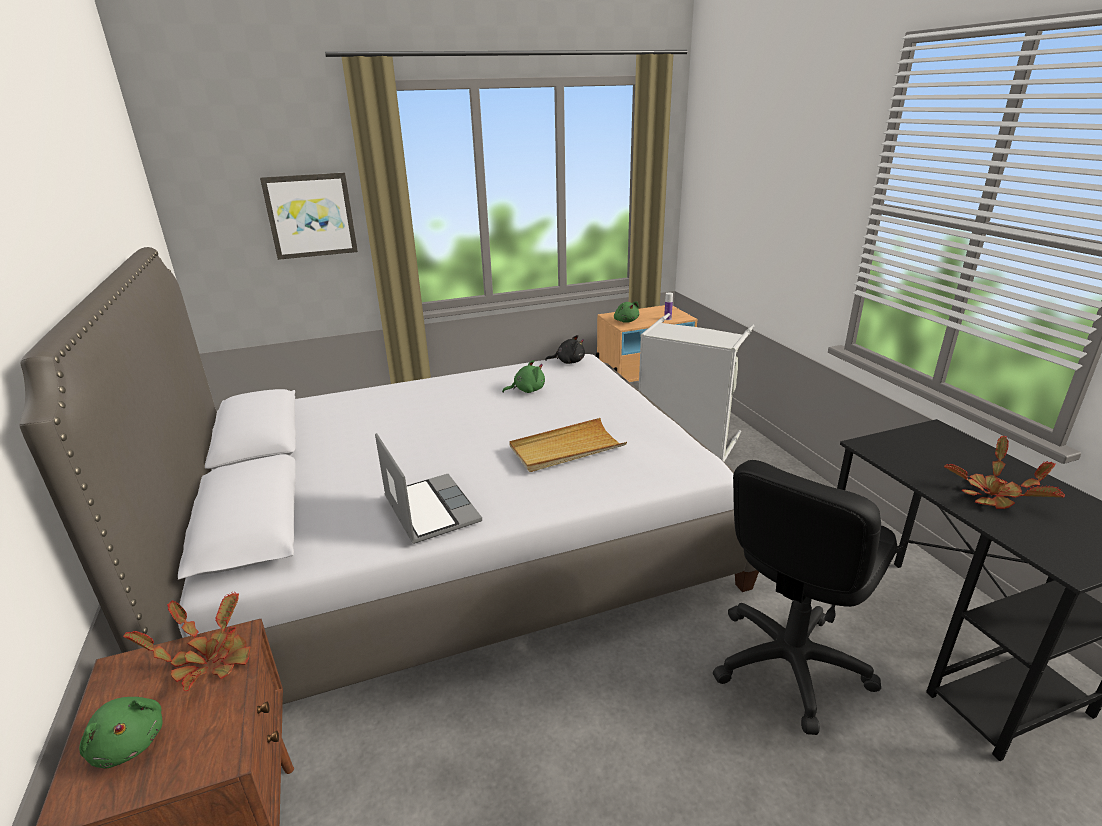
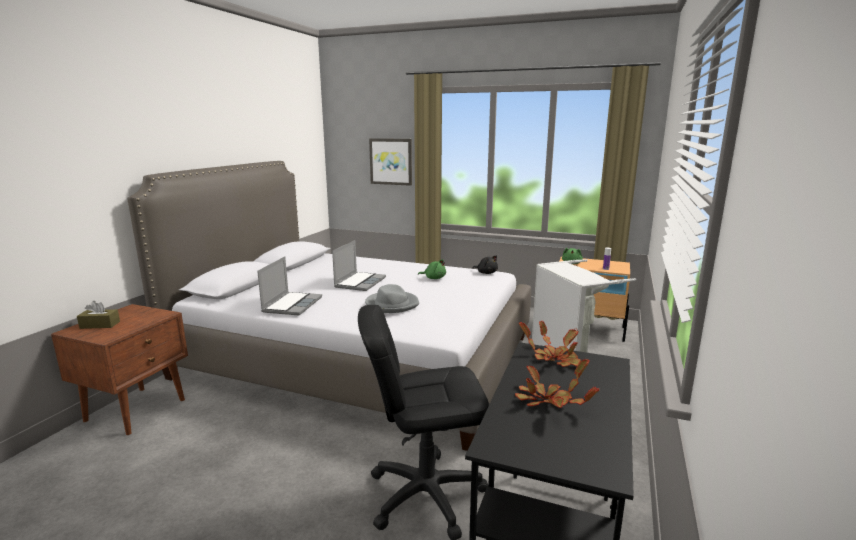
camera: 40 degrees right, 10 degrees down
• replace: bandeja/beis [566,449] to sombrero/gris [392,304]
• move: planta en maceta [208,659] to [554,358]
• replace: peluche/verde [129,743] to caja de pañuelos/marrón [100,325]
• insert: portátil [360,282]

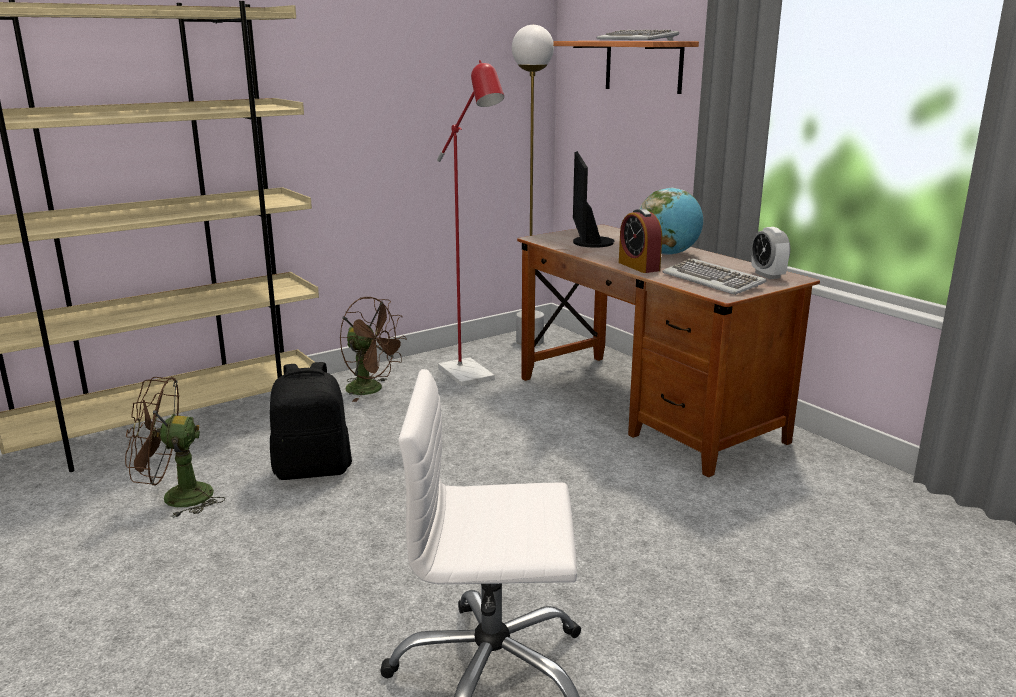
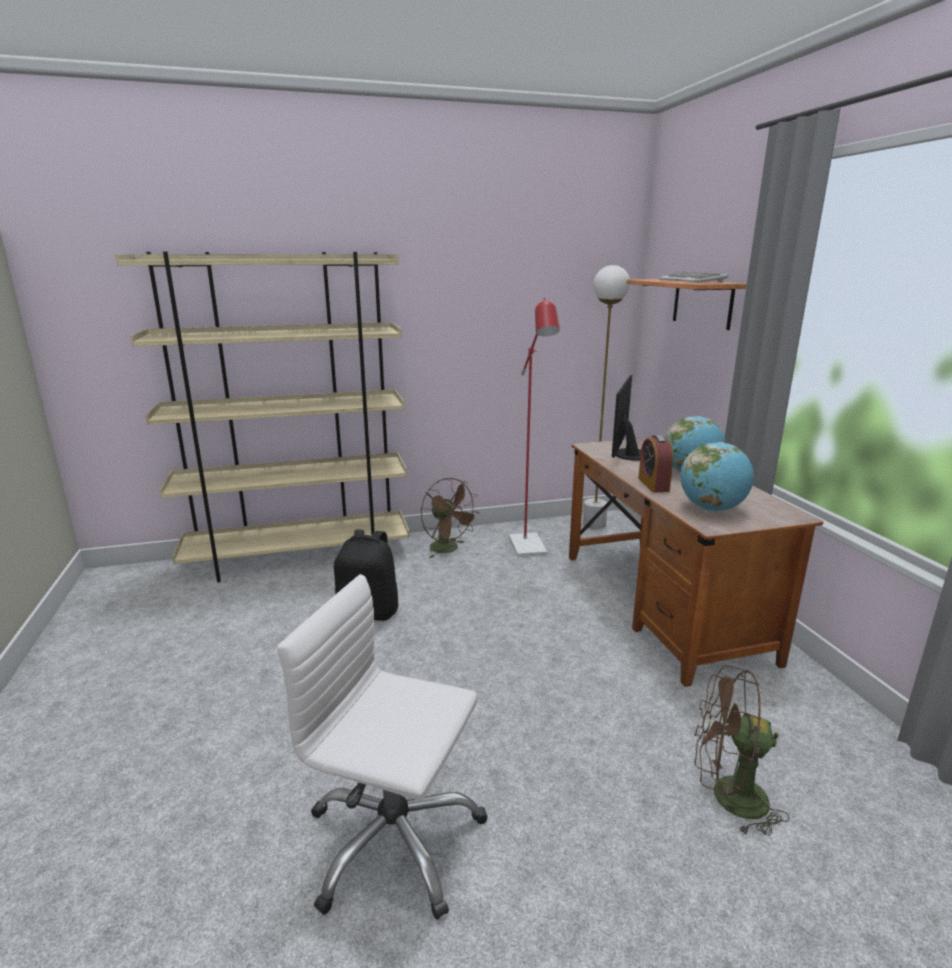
camera: 20 degrees right, 0 degrees up
• delete: despertador [767,275]
• replace: teclado [713,281] to globo terráqueo [712,509]
• move: ventilador/marrón [176,498] to [727,797]

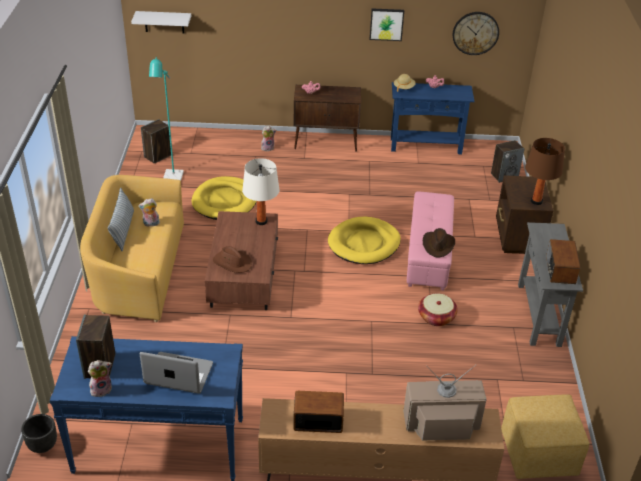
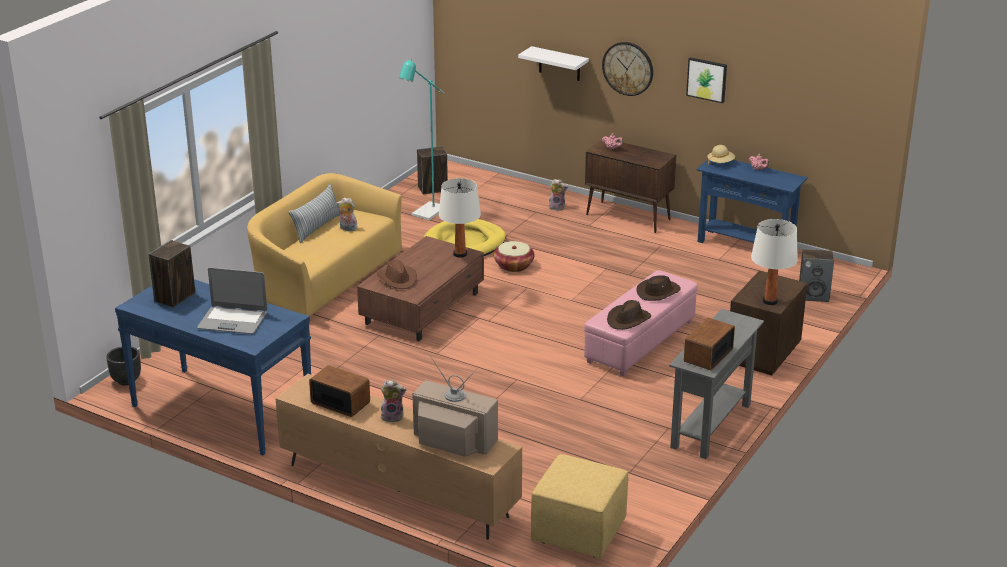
camera: 30 degrees right, 10 degrees down
• move: estante/blanco [164,22] to [559,64]
• move: reloj de pared [475,33] to [628,68]
• recolor: lámpara de mesa/marrón [536,201] to lámpara de mesa/blanco [770,301]
• delete: cama para perro/amarillo [364,243]
• move: cesta [436,317] to [513,266]
• rotate: portátil [178,375] = [233,321] 150 degrees clockwise
• move: peluche [101,389] to [393,416]
• insert: sombrero/marrón [658,292]

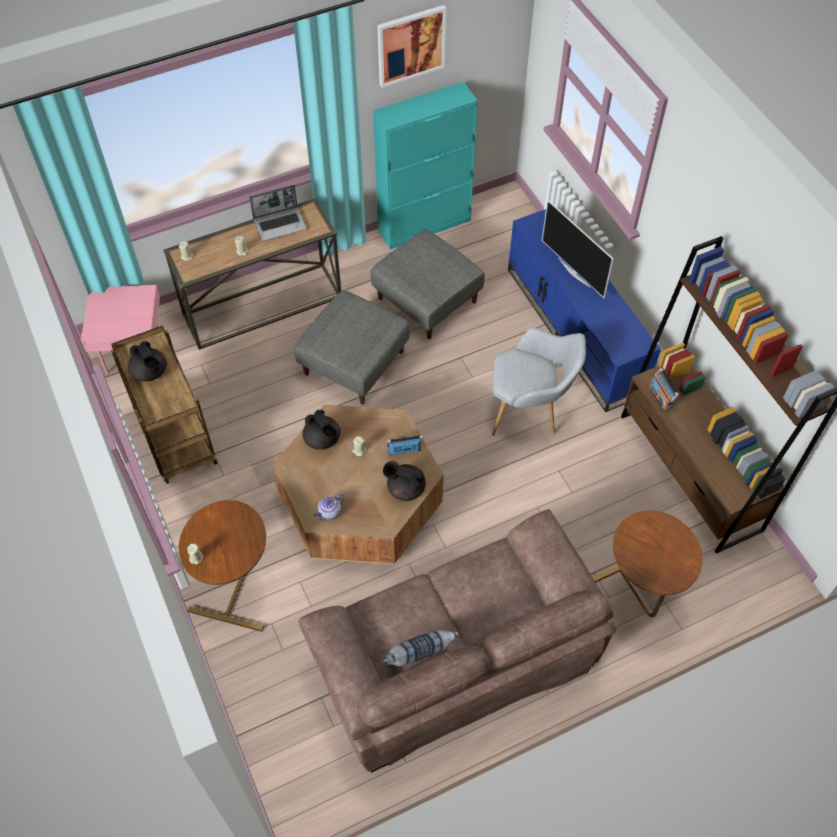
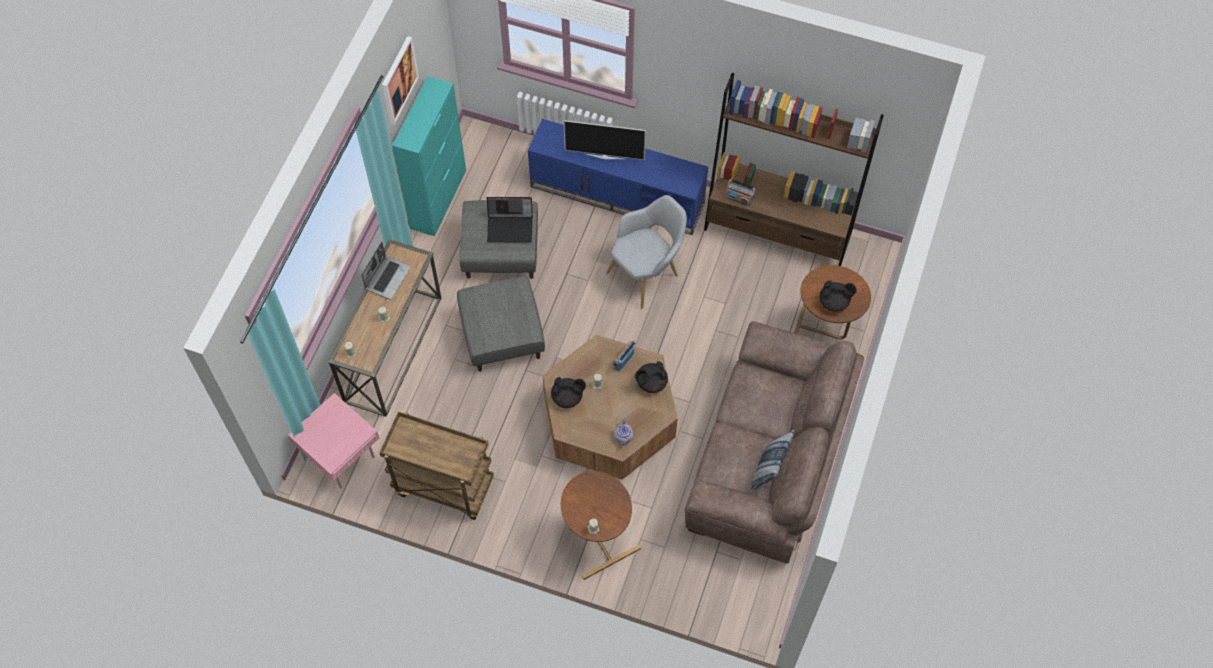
camera: 45 degrees left, 5 degrees up
• move: tetera/negro [150,372] to [834,302]
• insert: portátil [511,227]

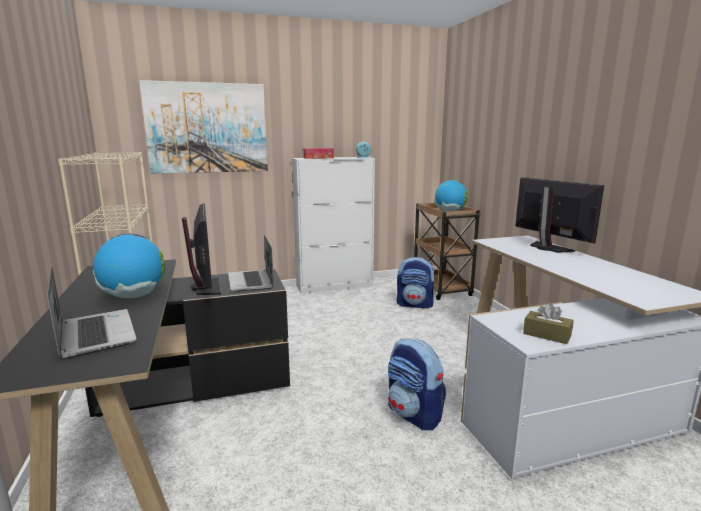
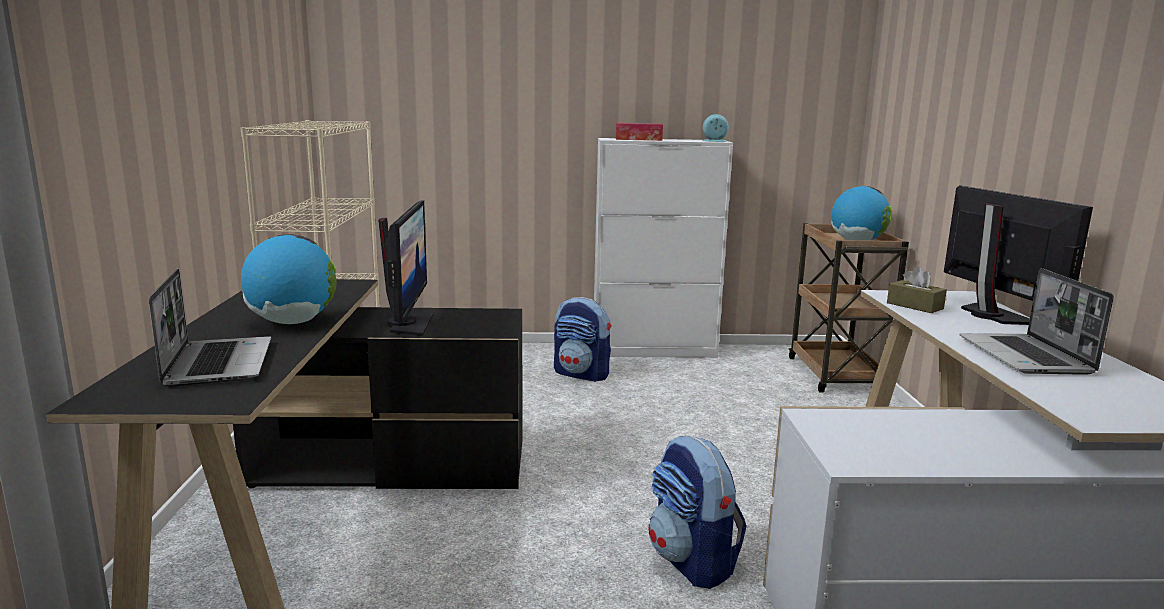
camera: 15 degrees right, 0 degrees up
• delete: cuadro [207,128]
• move: portátil [251,282] to [1026,356]
• move: mochila [415,304] to [582,374]
• move: caja de pañuelos/marrón [547,335] to [914,306]

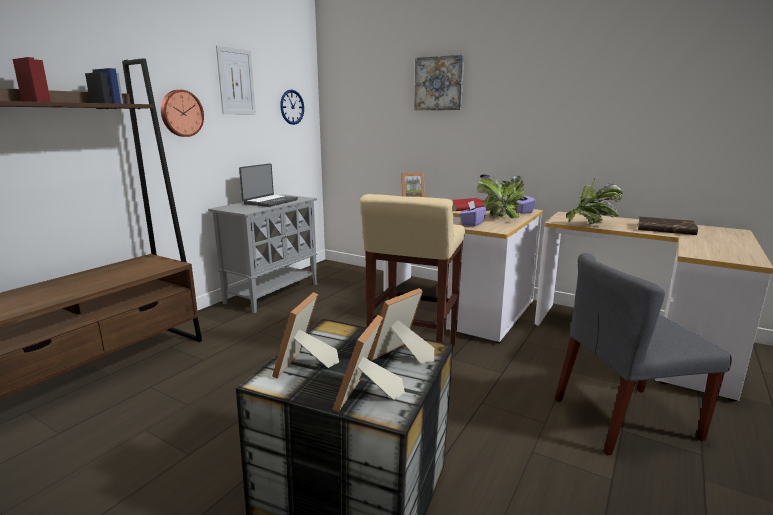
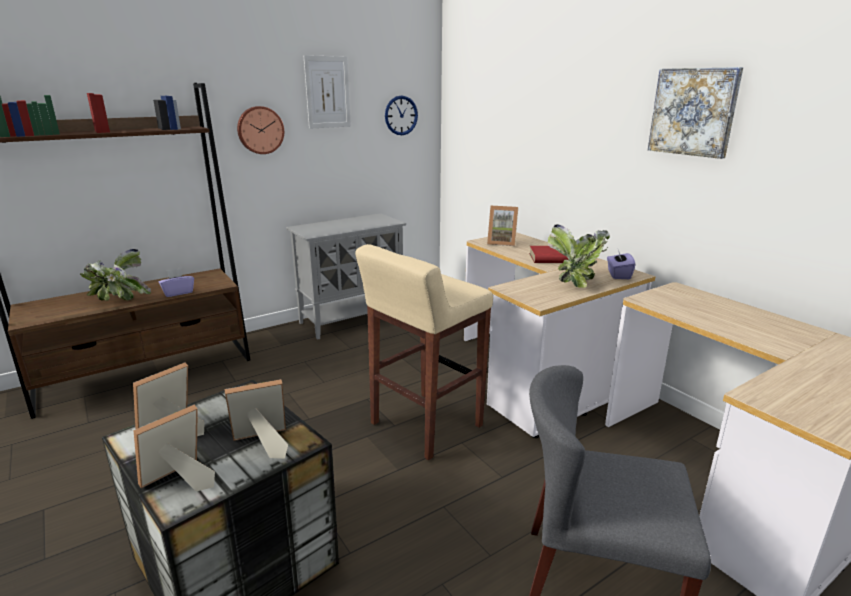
camera: 25 degrees right, 5 degrees up
• move: cuadro [439,83] to [693,112]
• delete: portátil [270,202]
• move: planta en maceta [592,225] to [119,302]
• move: caja de pañuelos/morado [472,223] to [178,292]
• delete: libro/marrón [664,229]

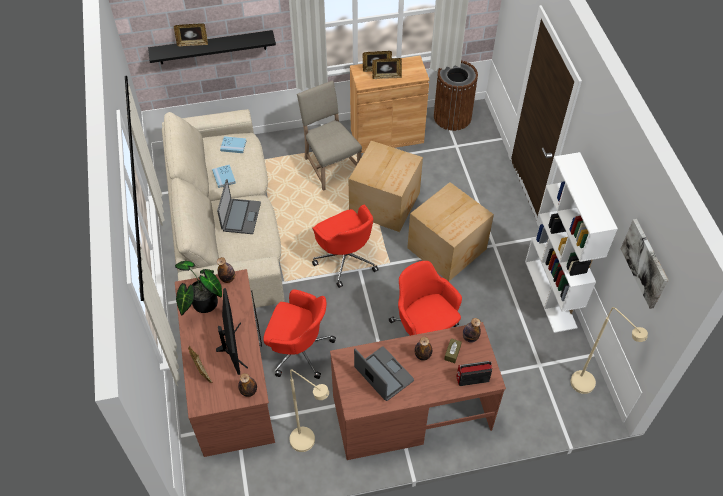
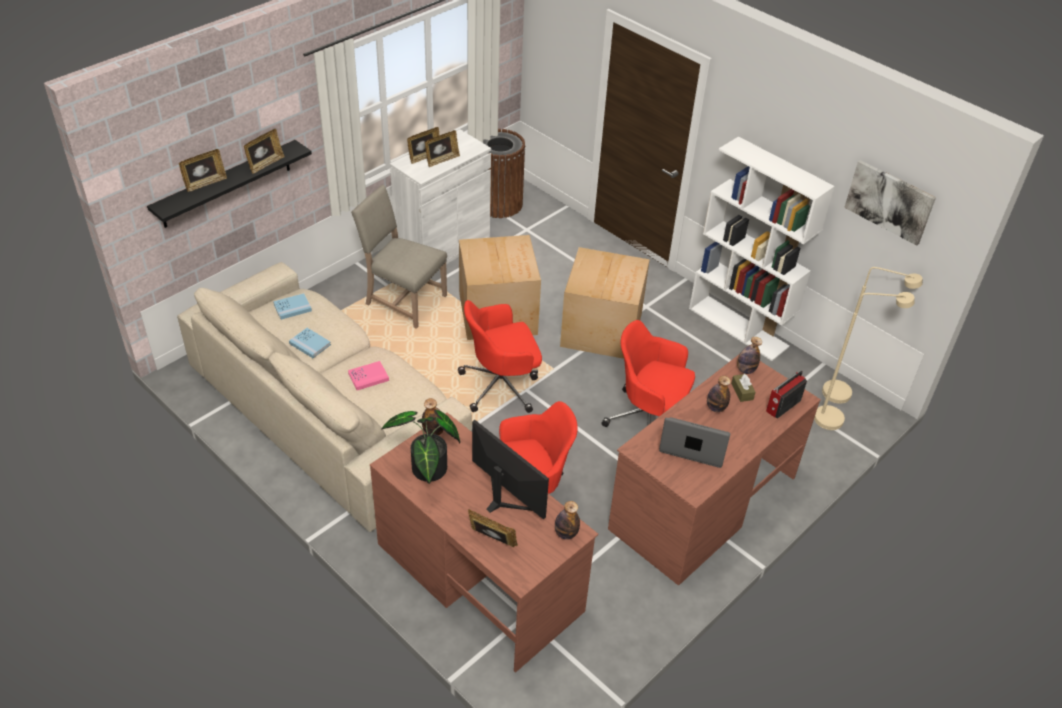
camera: 35 degrees left, 10 degrees down
• recolor: armario/marrón [387,136] to armario/blanco [443,247]
• replace: portátil [241,217] to libro/rosa [368,377]
• rotate: silla de oficina/rojo [345,258] = [501,385] 135 degrees clockwise
• move: lámpara de pie/beis [308,443] to [837,419]
• insert: portarretratos [265,164]

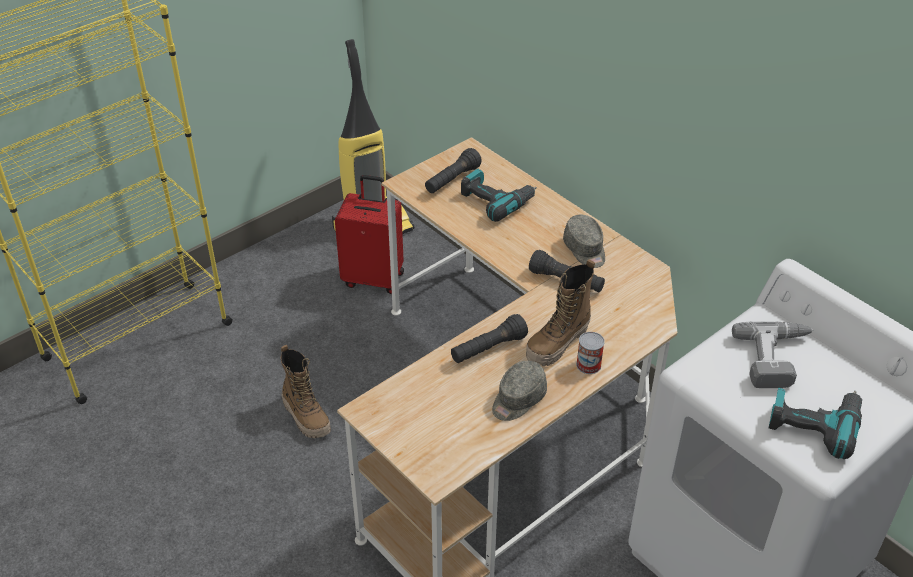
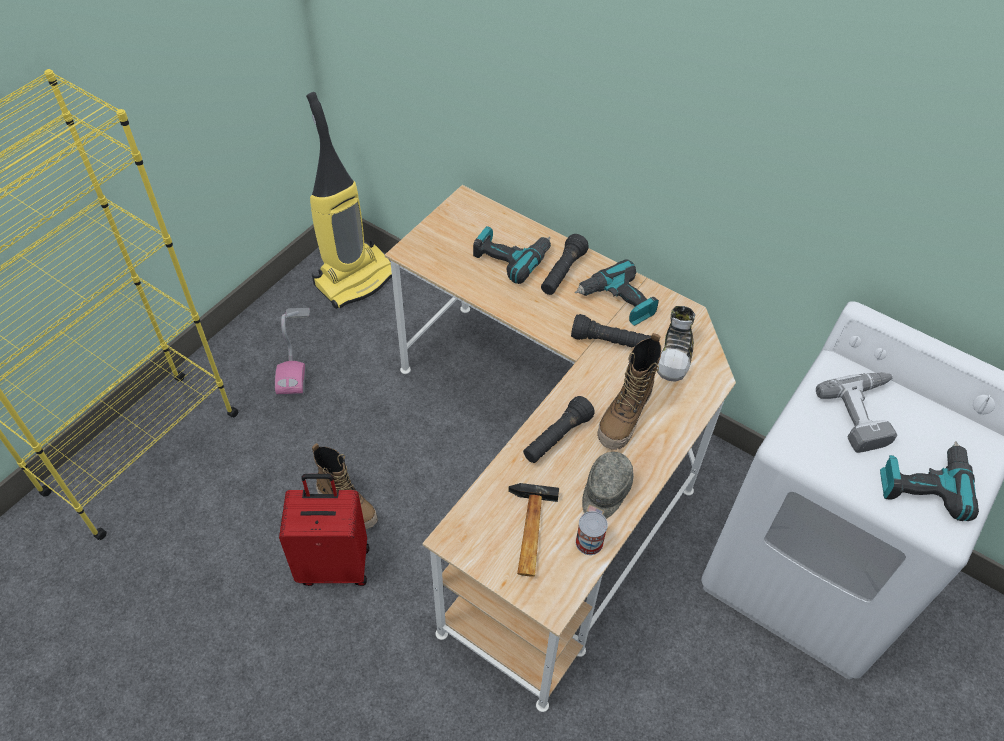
camera: 15 degrees left, 10 degrees up
• move: linterna/negro [452,180] to [562,273]
• move: maleta/rojo [374,278] to [334,564]
• replace: gorra/gris [585,250] to taladro [618,302]
• move: lata [588,365] to [589,542]
• insert: zapato [675,356]
• insert: aspiradora [294,352]
• insert: martillo [528,532]

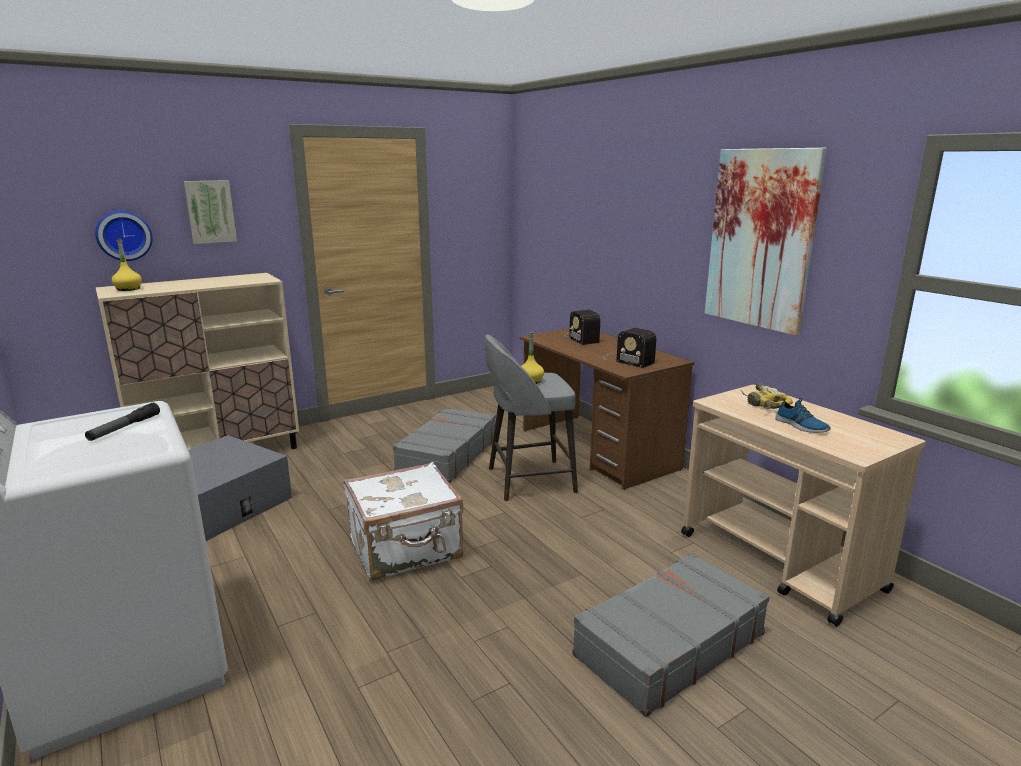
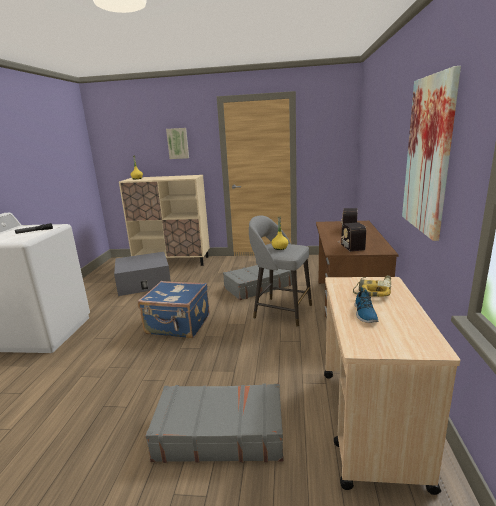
camera: 40 degrees right, 0 degrees up
• delete: reloj de pared [124,235]
• recolor: maleta/blanco [406,550] to maleta/azul [178,325]

